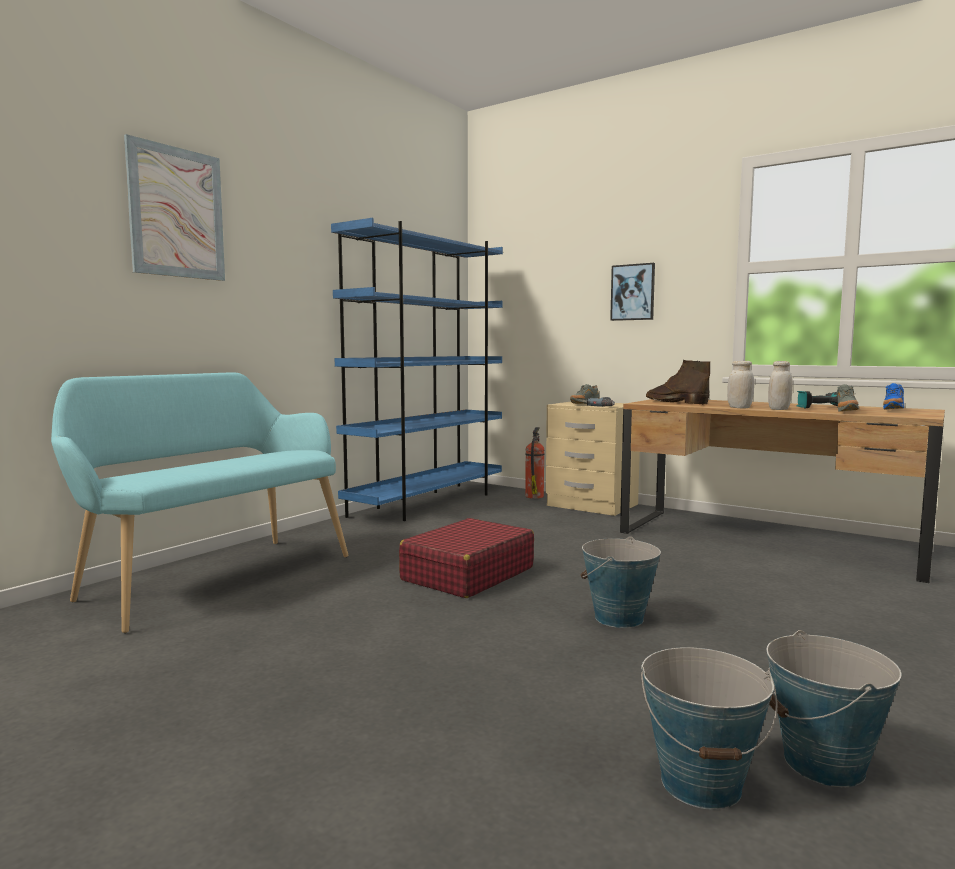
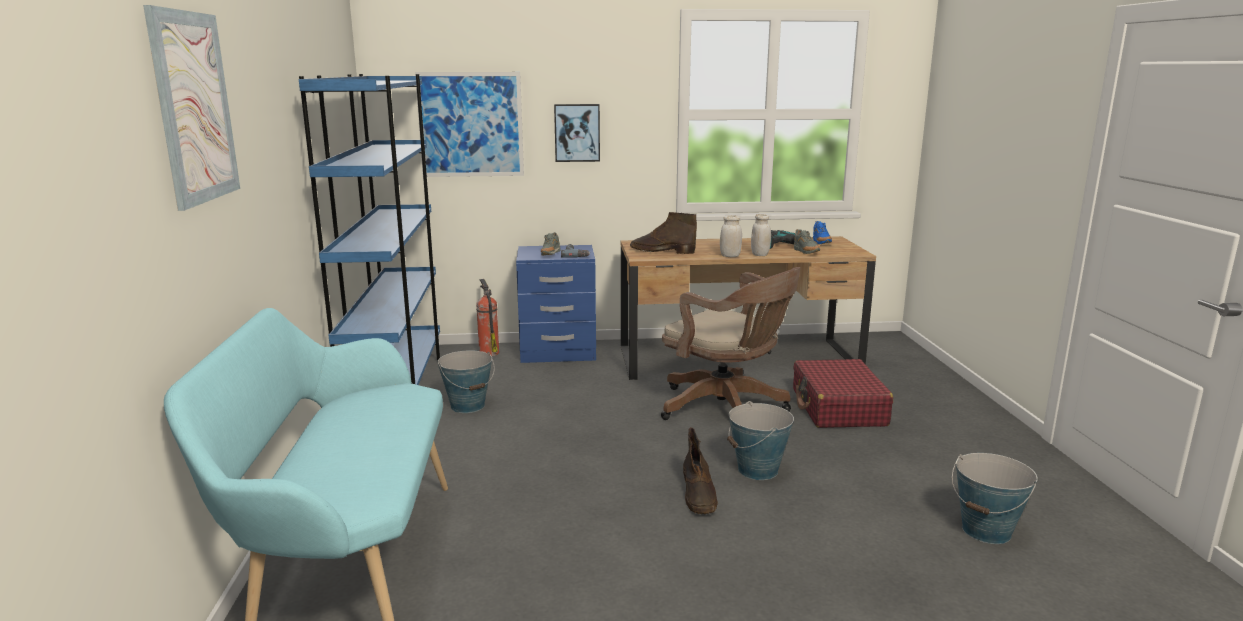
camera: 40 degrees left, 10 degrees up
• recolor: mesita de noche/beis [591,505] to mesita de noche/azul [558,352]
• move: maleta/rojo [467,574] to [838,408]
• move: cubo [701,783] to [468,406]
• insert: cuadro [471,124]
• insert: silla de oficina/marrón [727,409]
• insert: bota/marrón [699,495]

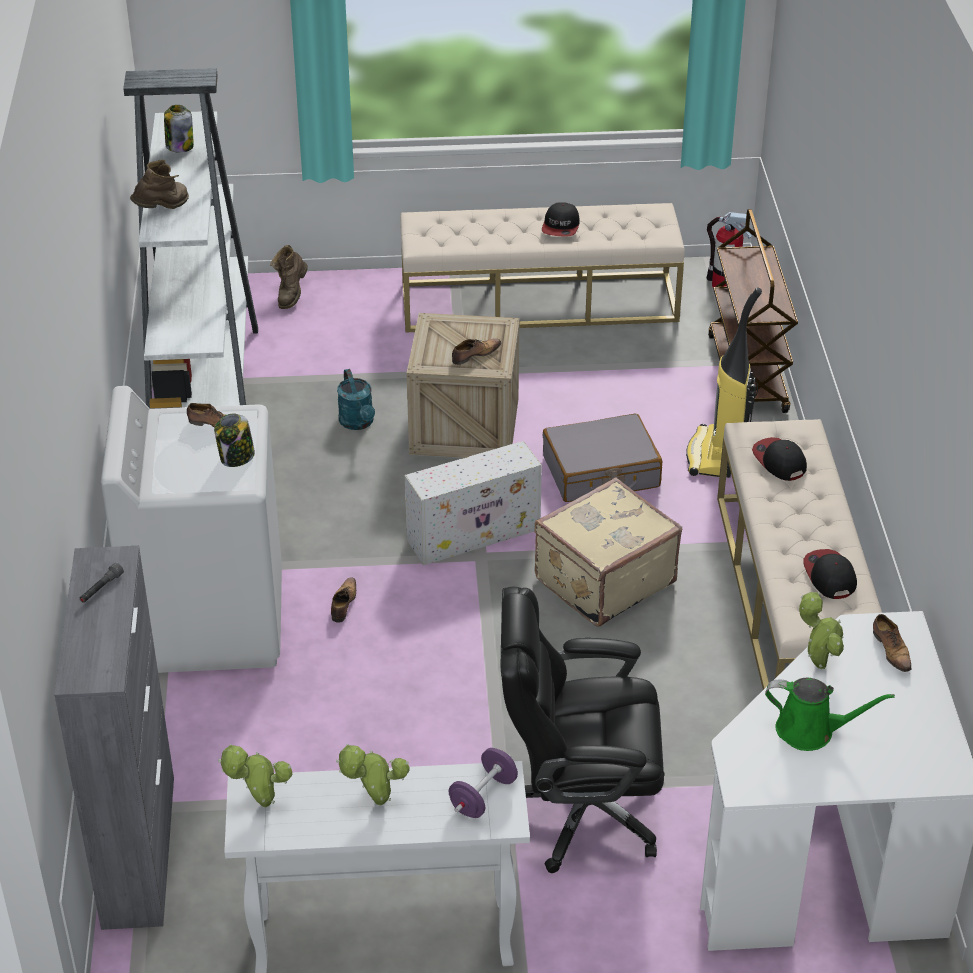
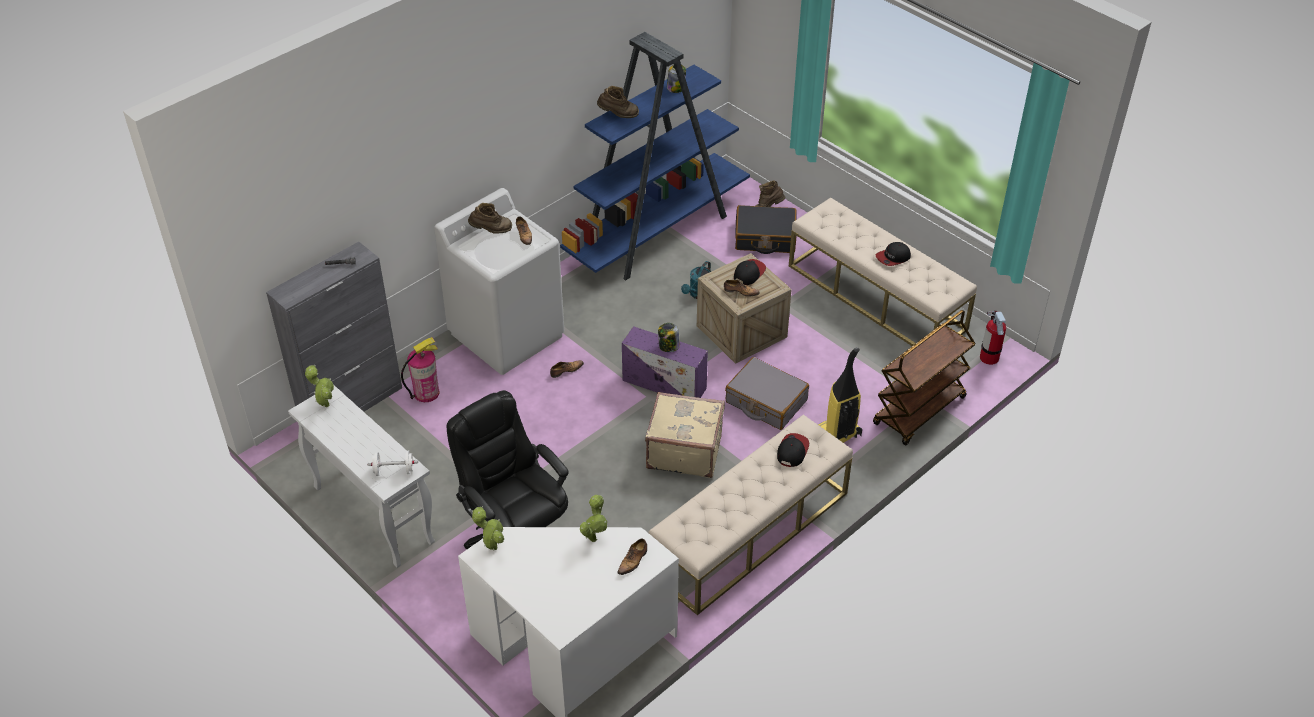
camera: 50 degrees right, 5 degrees up
• recolor: estantería/blanco [205,393] to estantería/azul [657,232]
• move: tarro [236,457] to [668,346]
• recolor: caja de almacenaje/blanco [475,534] to caja de almacenaje/morado [665,384]
• move: gorra [829,576] to [749,273]
• delete: regadera/verde [811,731]
• move: planta en maceta [375,802] to [492,546]
• recolor: mancuerna/morado [483,796] to mancuerna/blanco [394,470]
• insert: bota/marrón [491,231]
• insert: maleta/negro [765,237]
• insert: extintor [426,393]

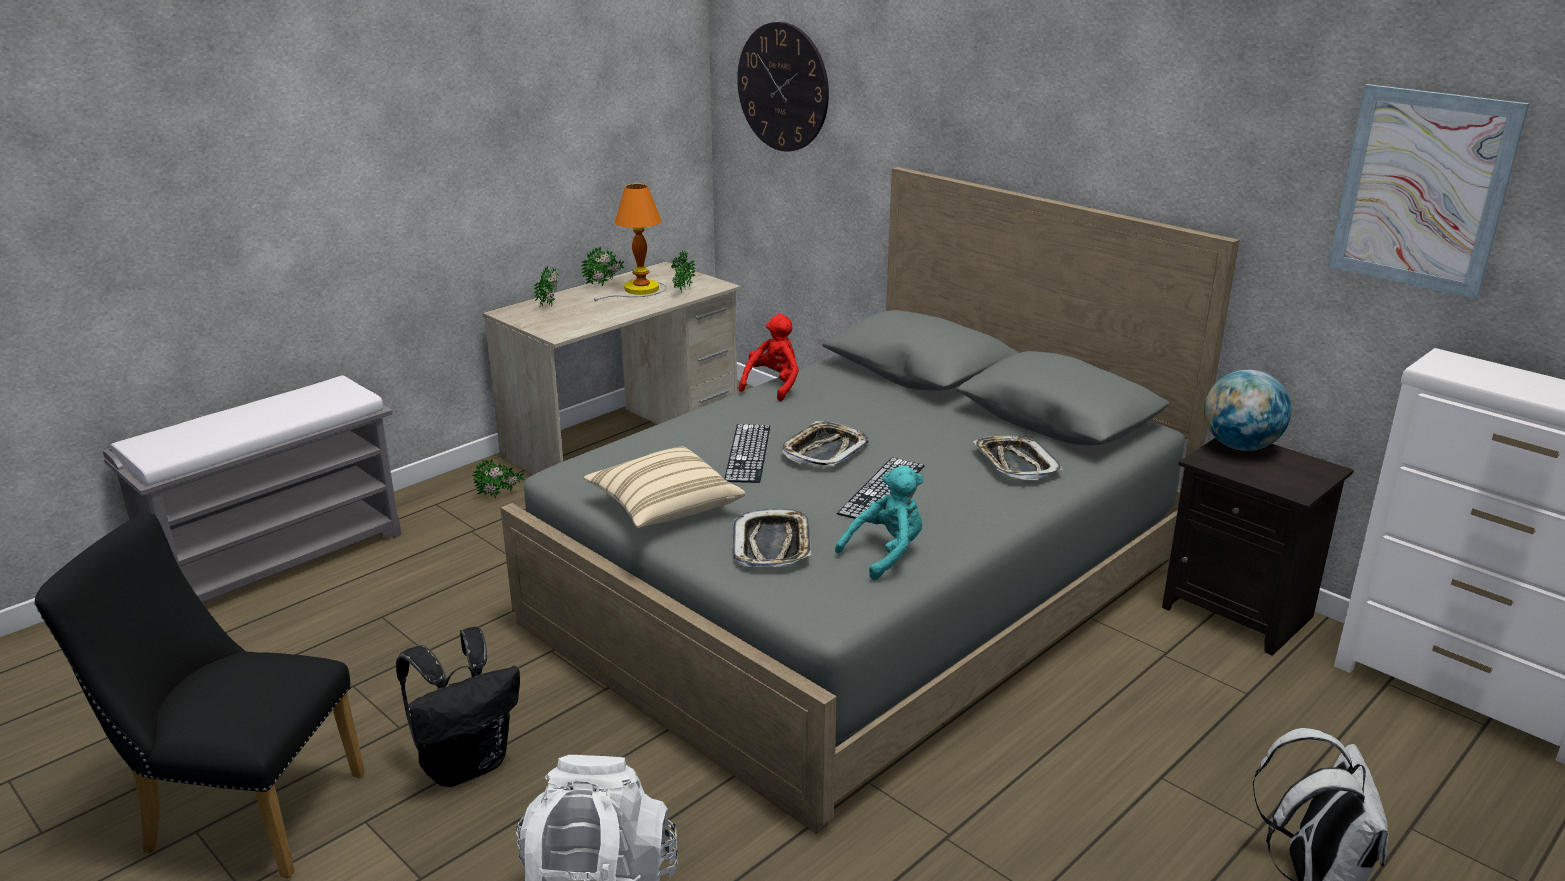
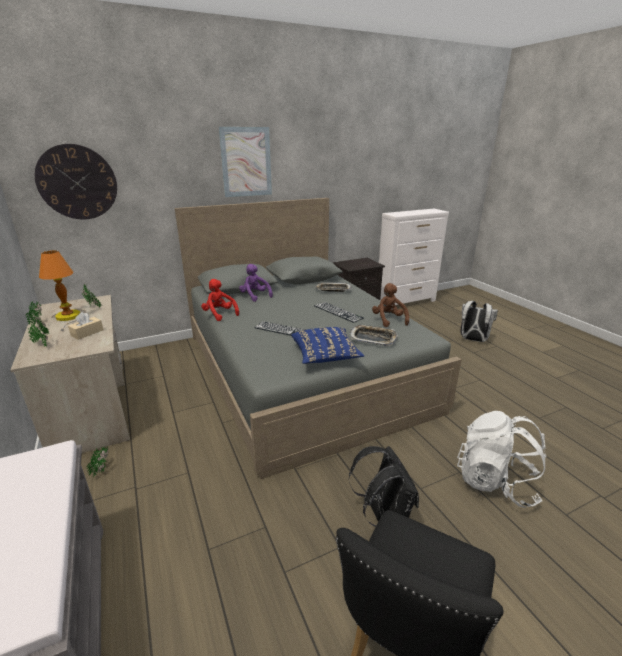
camera: 70 degrees left, 0 degrees up
• move: cuadro [1422,190] to [246,162]
• delete: globo terráqueo [1240,446]
• delete: bandeja [824,451]
• recolor: cojín/beis [664,508] to cojín/azul [325,356]
• recolor: peluche/turquesa [886,554] to peluche/marrón [388,320]
• insert: peluche/morado [255,296]
• insert: caja de pañuelos/beis [87,333]

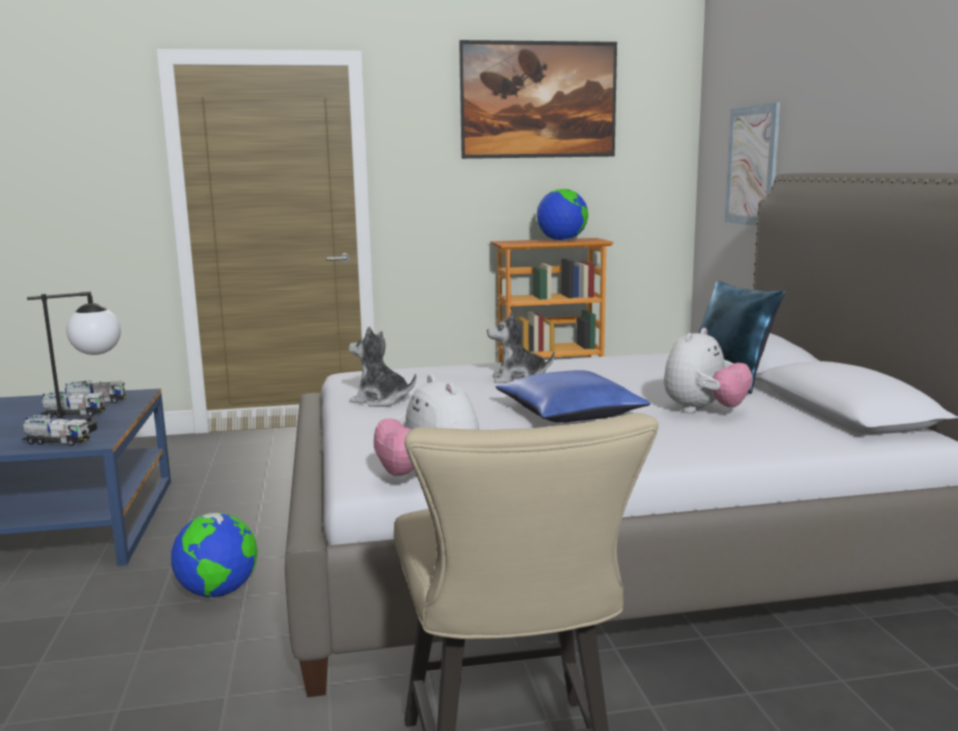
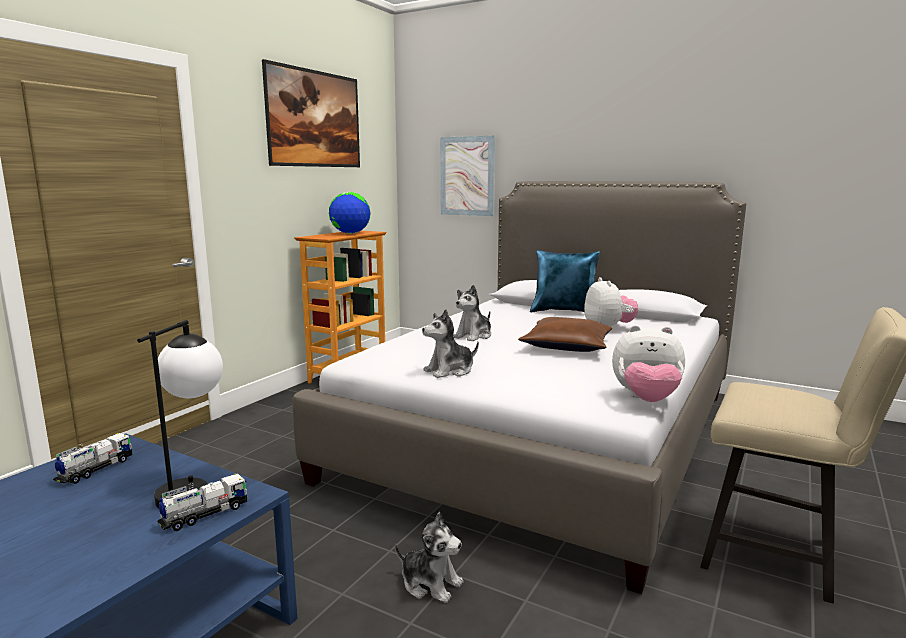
camera: 50 degrees left, 0 degrees up
• recolor: cojín/azul [570,413] to cojín/marrón [568,346]
• delete: camión de juguete [74,415]
• replace: globo terráqueo [218,592] to peluche [430,584]

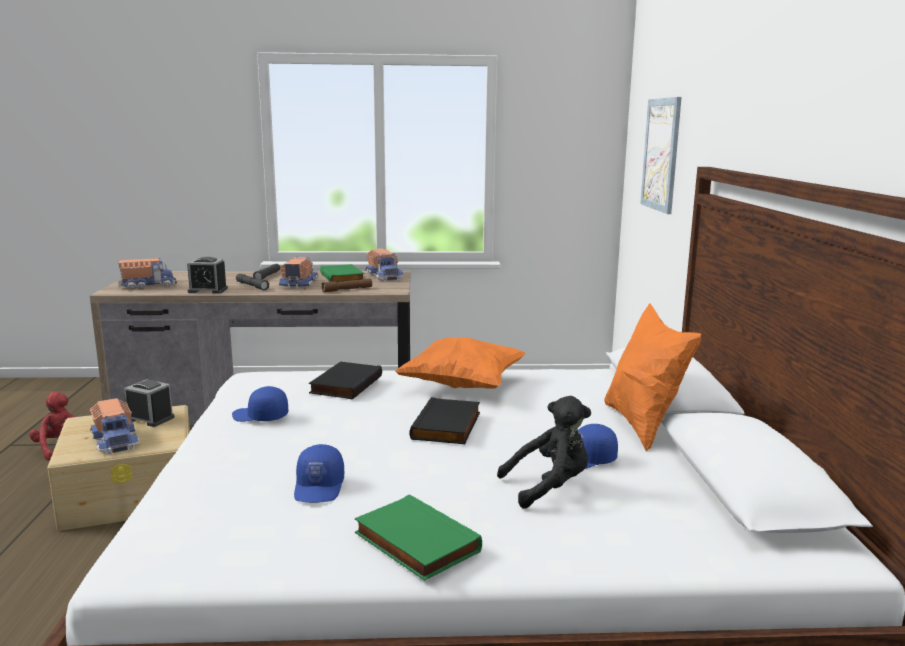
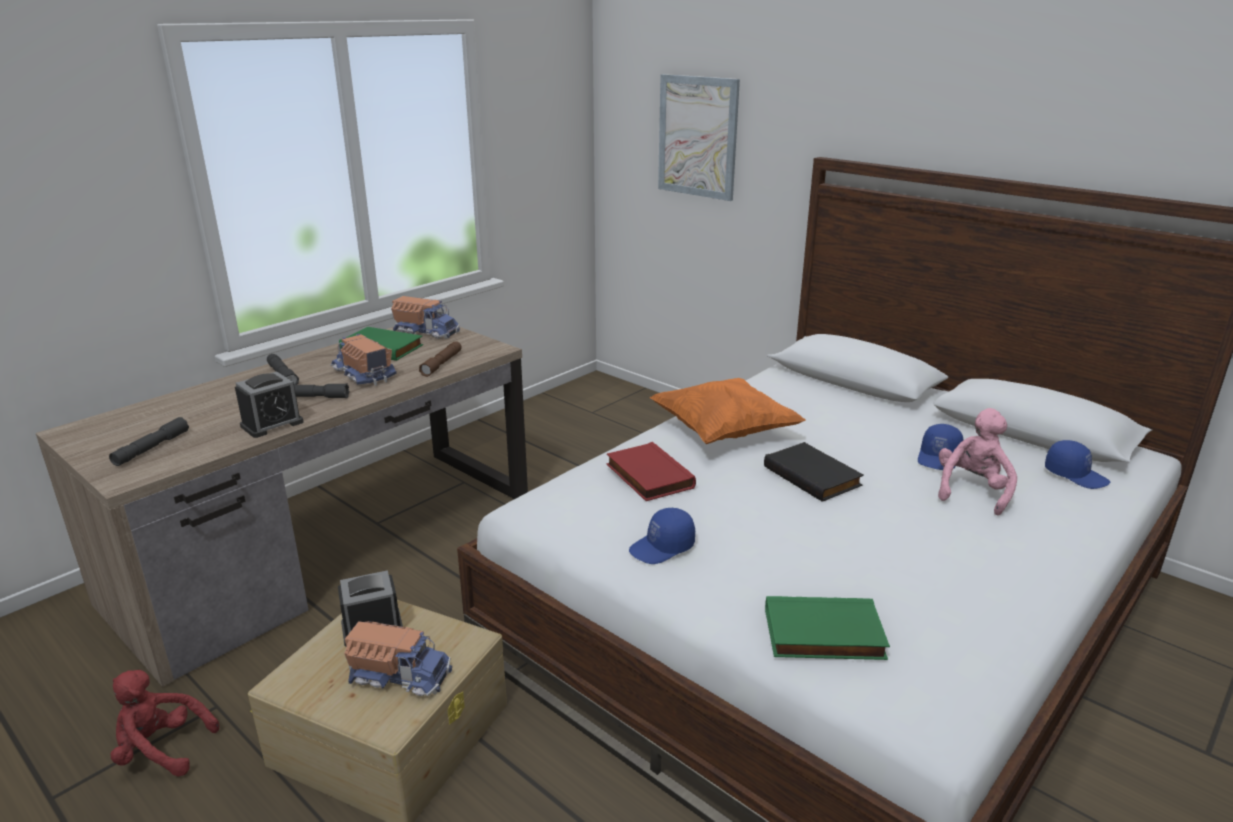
camera: 45 degrees left, 10 degrees up
• replace: camión de juguete [148,285] to linterna/gris [151,448]
• delete: cojín/naranja [643,425]
• recolor: libro/negro [345,384] to libro/rojo [647,476]
• recolor: peluche/negro [549,487] to peluche/rosa [972,491]
• move: gorra/azul [320,487] to [1075,475]
• move: libro/verde [414,543] to [823,636]

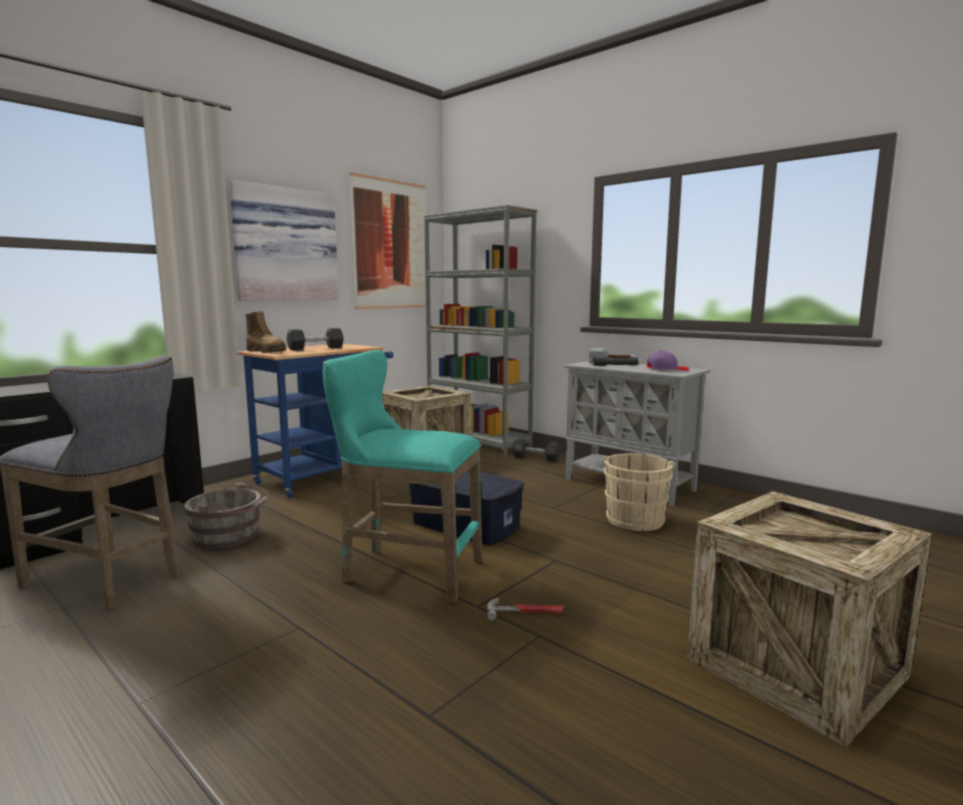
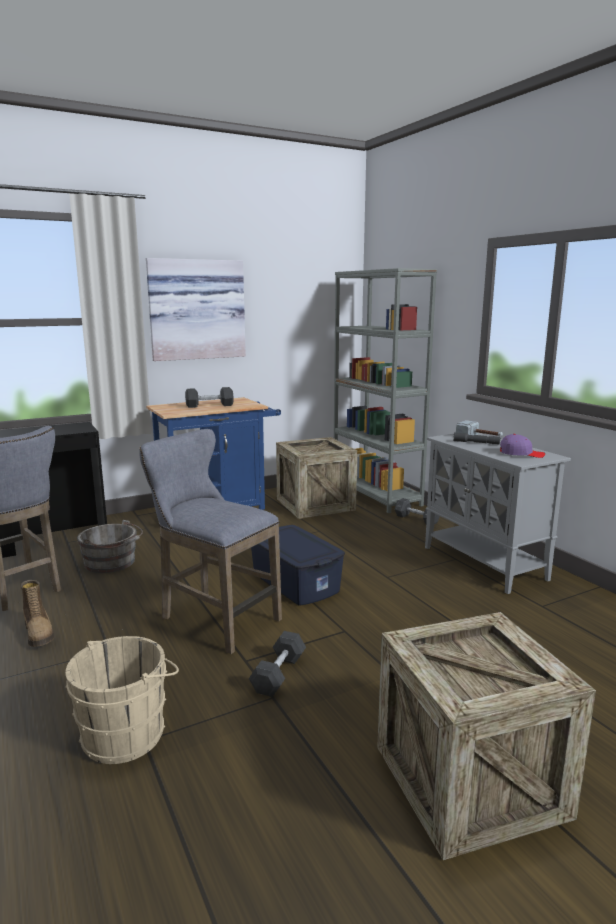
camera: 20 degrees right, 5 degrees up
• delete: cuadro [390,244]
• move: bota [267,352] to [39,633]
• recolor: taburete/turquesa [405,571] to taburete/gris [214,618]
• move: cubo/beis [635,519] to [128,732]
• replace: martillo [525,612] to mancuerna/gris [278,674]

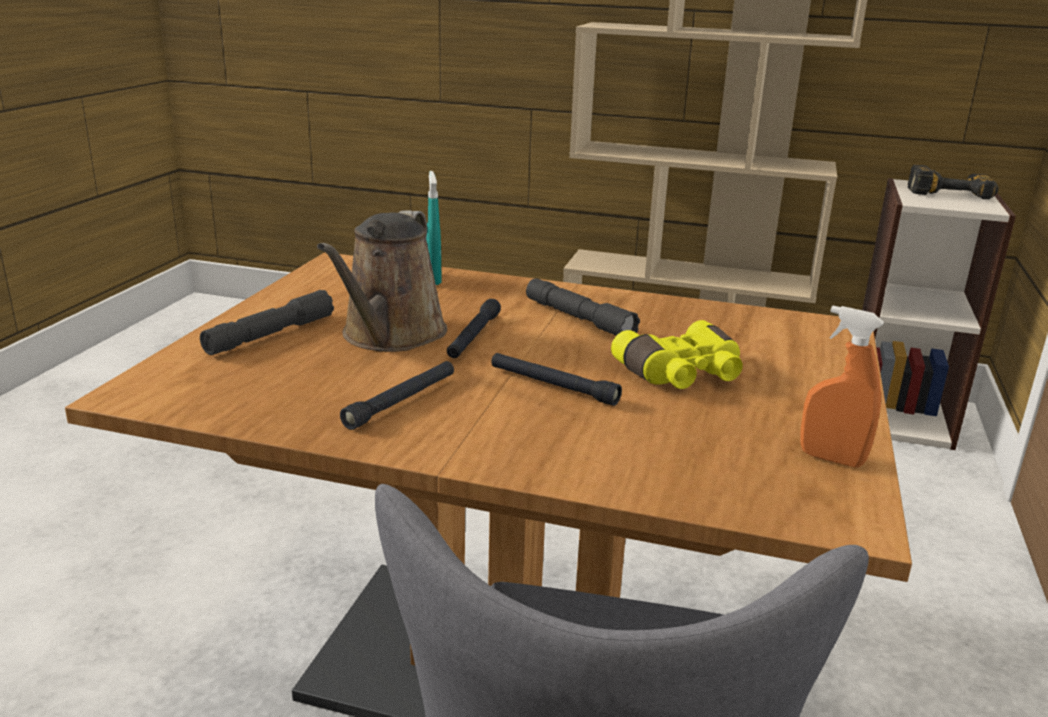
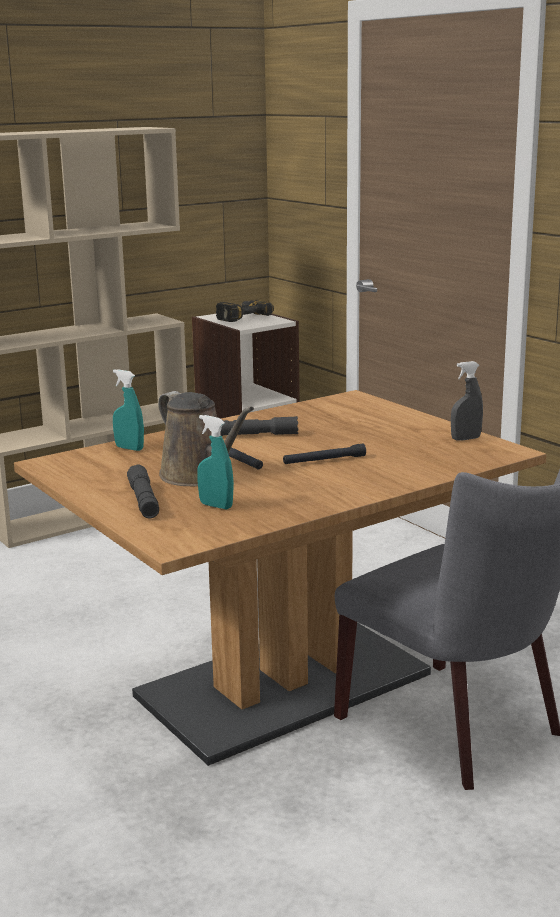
camera: 50 degrees left, 5 degrees down
• recolor: pulverizador/naranja [831,459] to pulverizador/gris [465,439]
• delete: prismáticos/amarillo [682,375]
• delete: linterna/negro [402,401]
• insert: pulverizador/turquesa [216,506]

